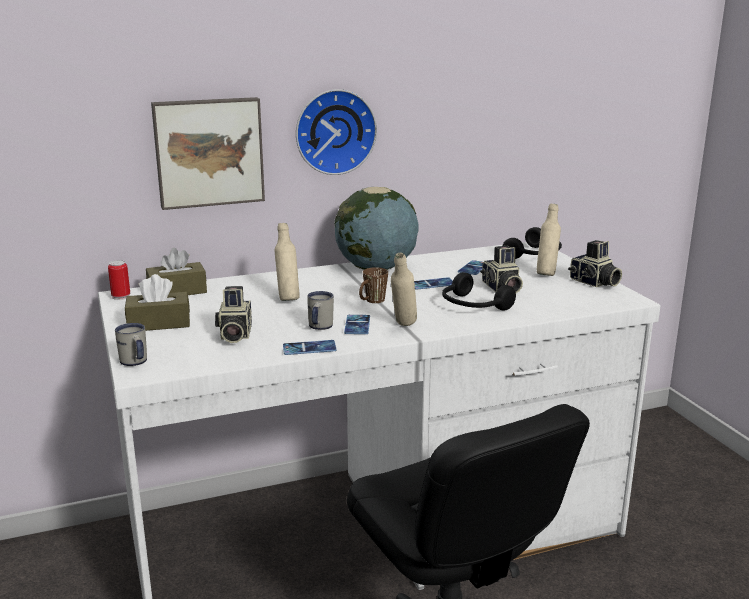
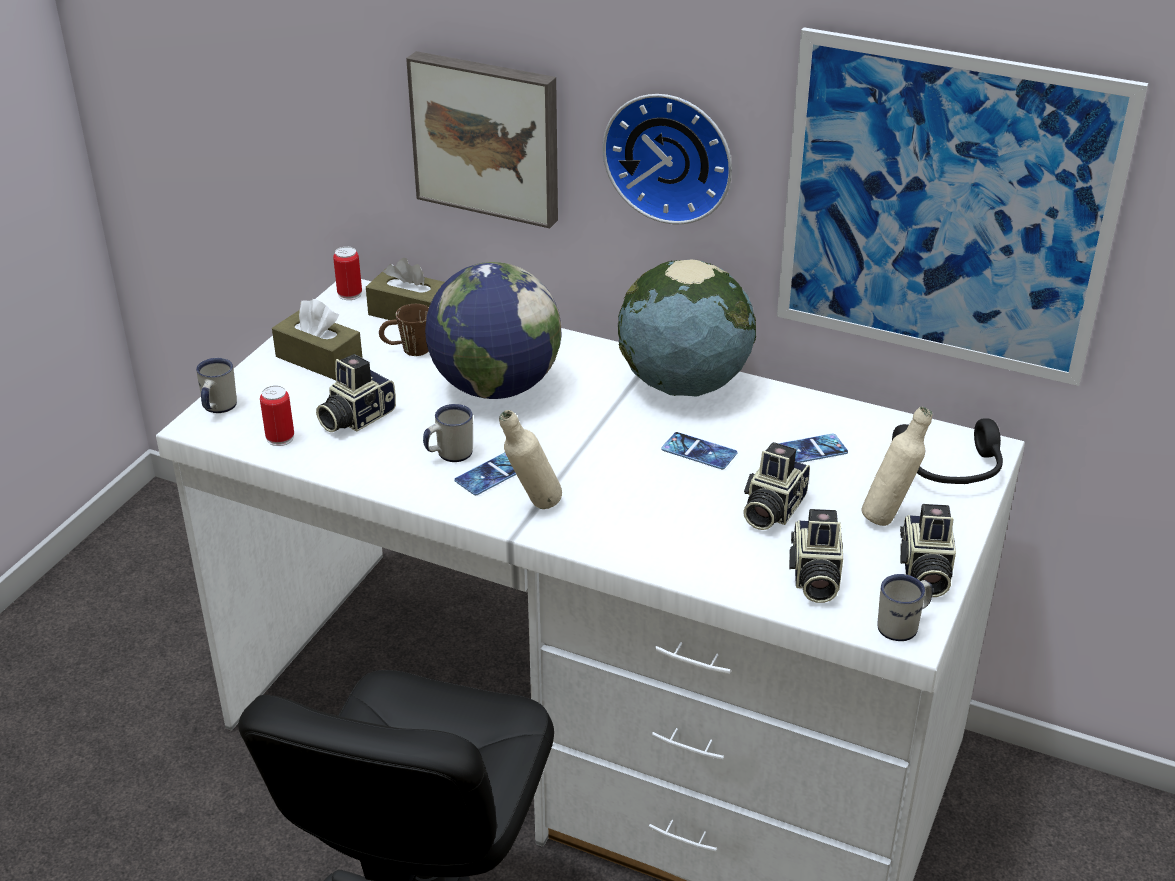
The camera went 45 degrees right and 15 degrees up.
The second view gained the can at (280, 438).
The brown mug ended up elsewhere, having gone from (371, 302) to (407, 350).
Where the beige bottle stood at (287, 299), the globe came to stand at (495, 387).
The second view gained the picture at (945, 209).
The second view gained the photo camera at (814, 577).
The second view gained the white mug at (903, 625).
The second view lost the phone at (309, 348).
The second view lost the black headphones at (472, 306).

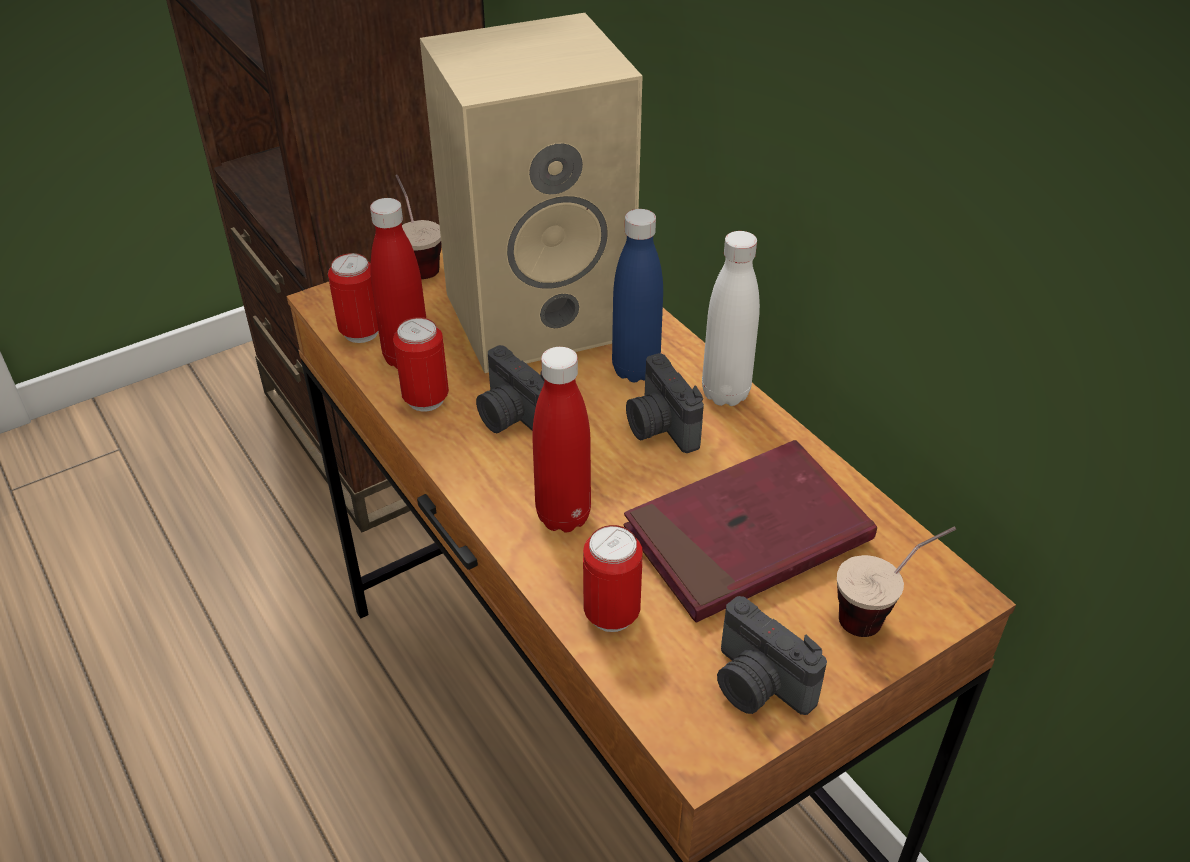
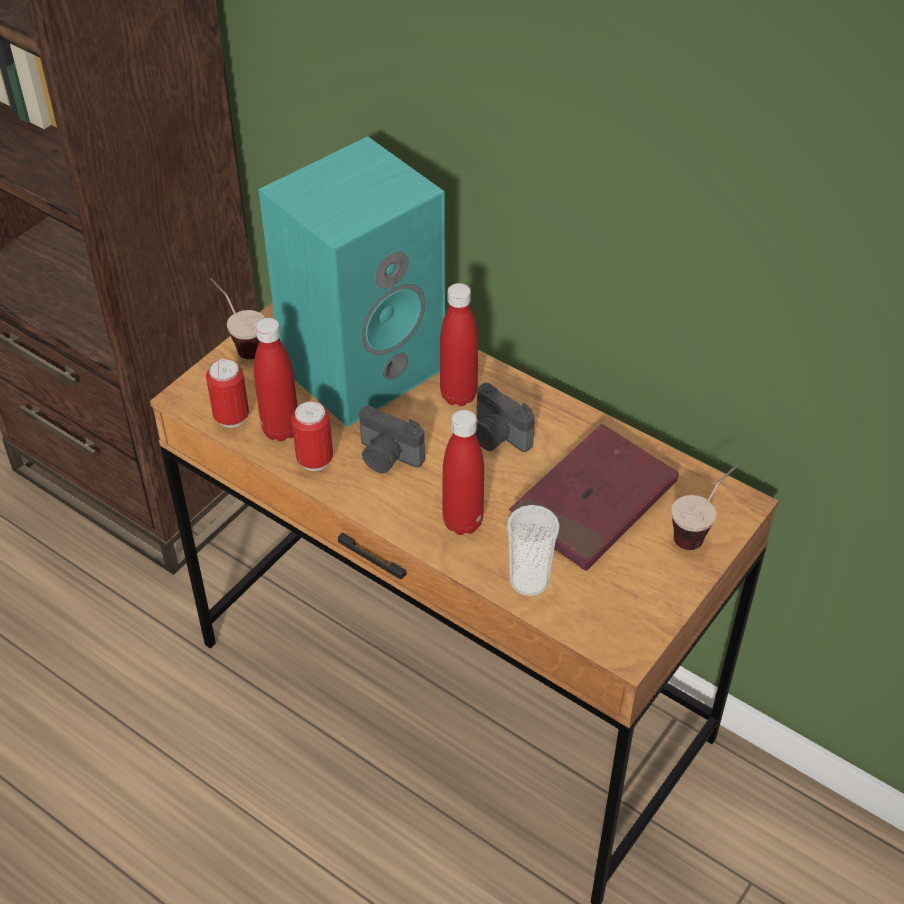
The camera went 20 degrees left and 5 degrees up.
What was the beige speaker at (541, 312) turned into the turquoise speaker at (363, 364).
What was the blue bottle at (635, 370) turned into the red bottle at (458, 395).
Where the can stood at (611, 614), the cup came to stand at (529, 581).
The second view lost the white bottle at (725, 393).
The second view lost the photo camera at (757, 685).

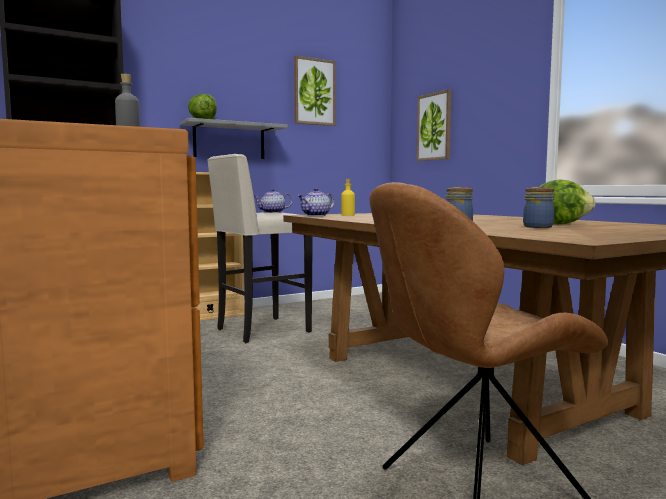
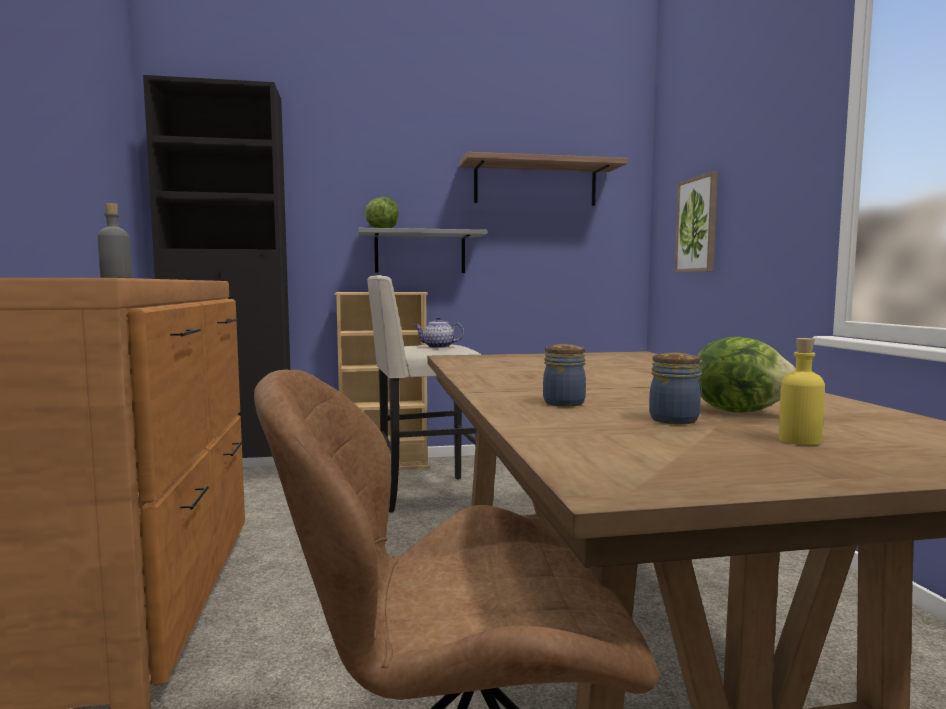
The camera went 20 degrees right and 0 degrees up.
Where the picture hung at (314, 92), the shelf came to hang at (535, 184).
The yellow bottle ended up elsewhere, having gone from (348, 215) to (799, 440).
The second view lost the teapot at (316, 215).

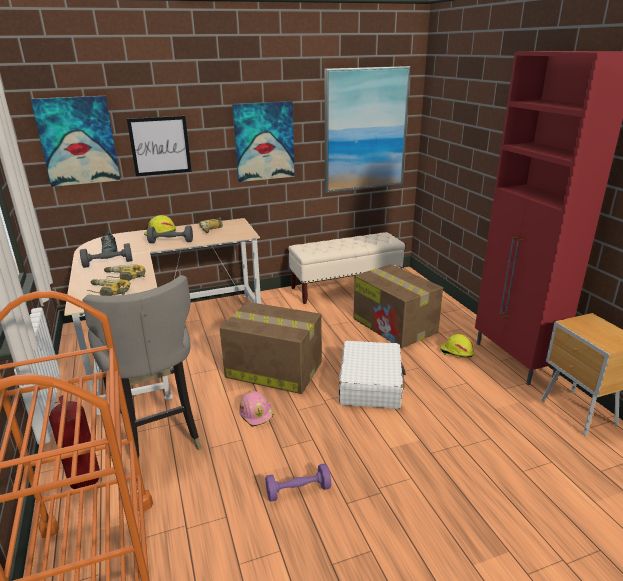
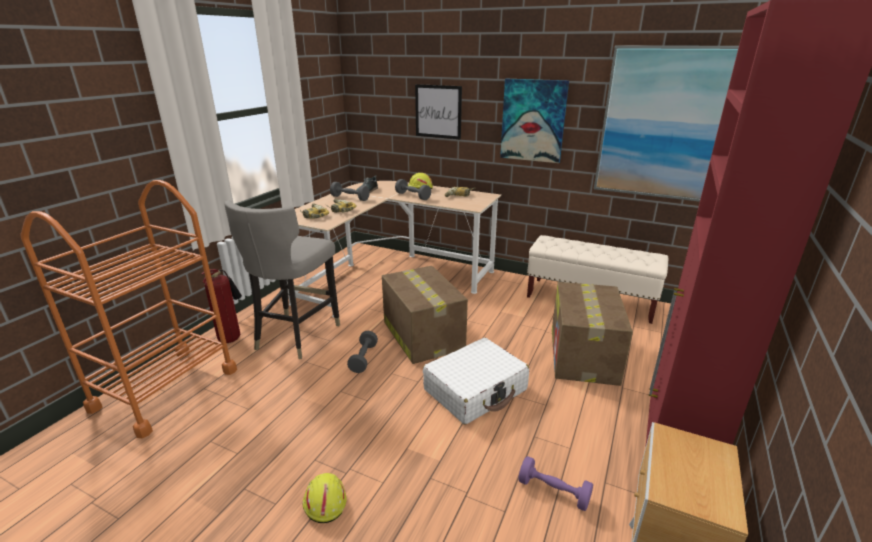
The camera went 45 degrees right and 0 degrees up.
The yellow hard hat ended up elsewhere, having gone from (456, 352) to (324, 501).
Where the pink hard hat stood at (257, 413), the grey dumbbell came to stand at (363, 358).
The purple dumbbell ended up elsewhere, having gone from (298, 491) to (553, 491).
The second view lost the picture at (78, 141).

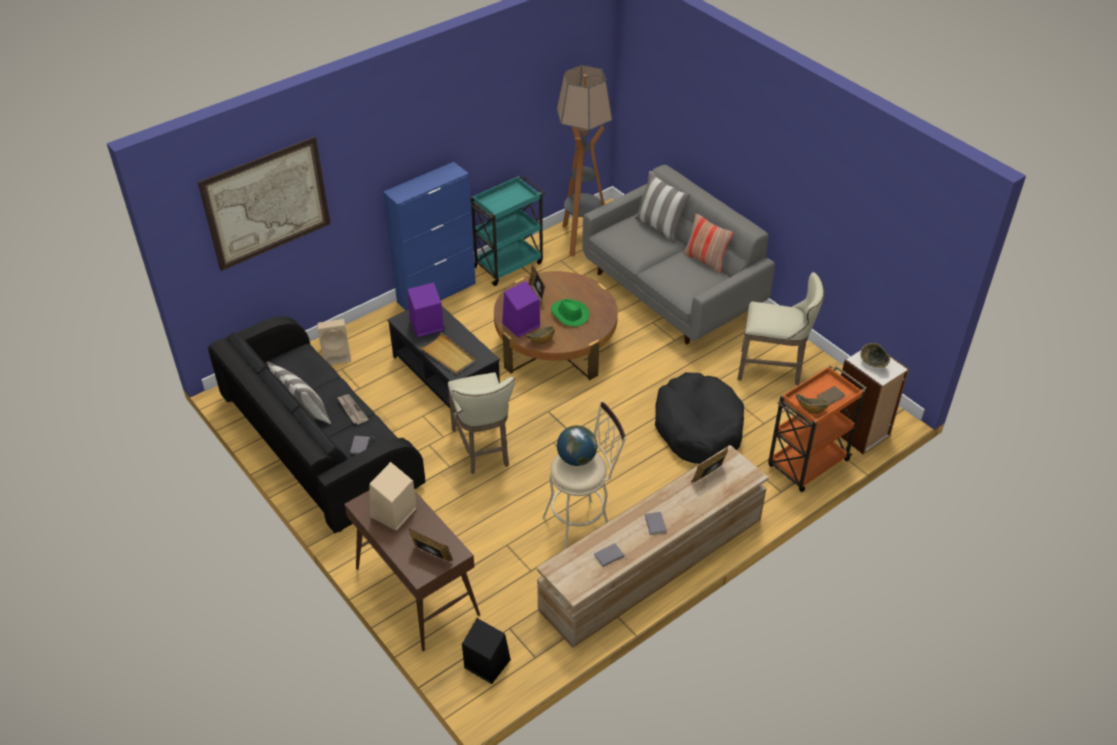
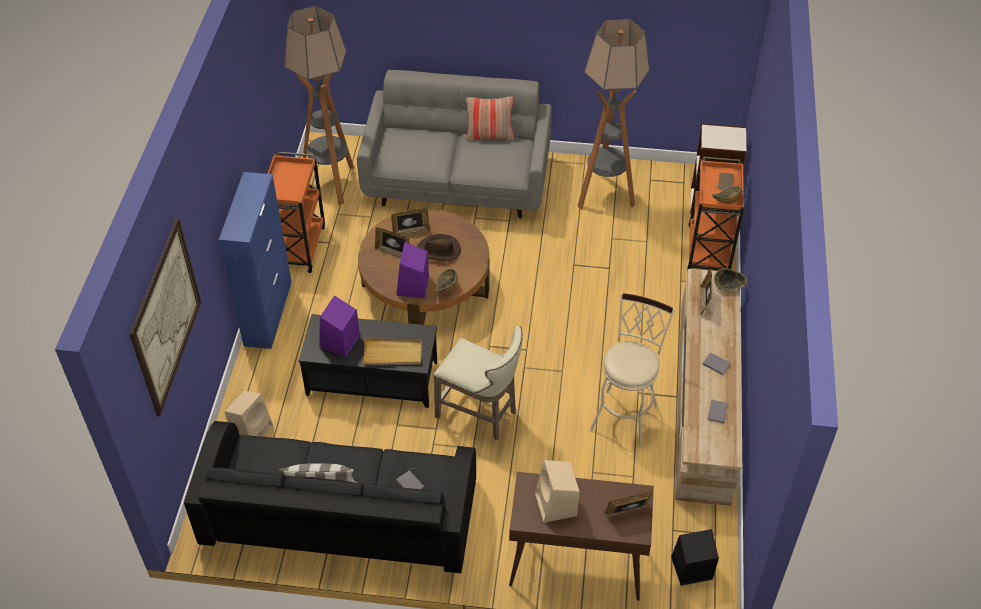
The camera went 45 degrees left and 5 degrees up.
What was the turquoise cart at (509, 264) turned into the orange cart at (298, 246).
The second view gained the picture frame at (411, 232).
What was the green hat at (569, 314) turned into the brown hat at (439, 251).
Where the beige stool stood at (773, 370), the floor lamp came to stand at (604, 195).
The bowl ended up elsewhere, having gone from (873, 364) to (727, 287).
The second view lost the newspaper at (352, 410).
The second view lost the globe at (576, 459).
The second view lost the pillow at (660, 227).
The second view lost the black dog bed at (698, 427).

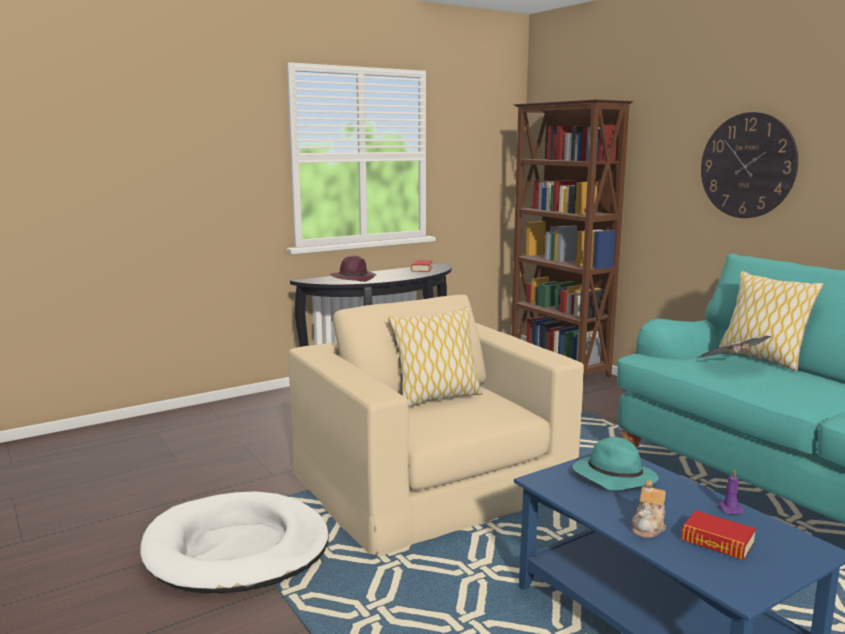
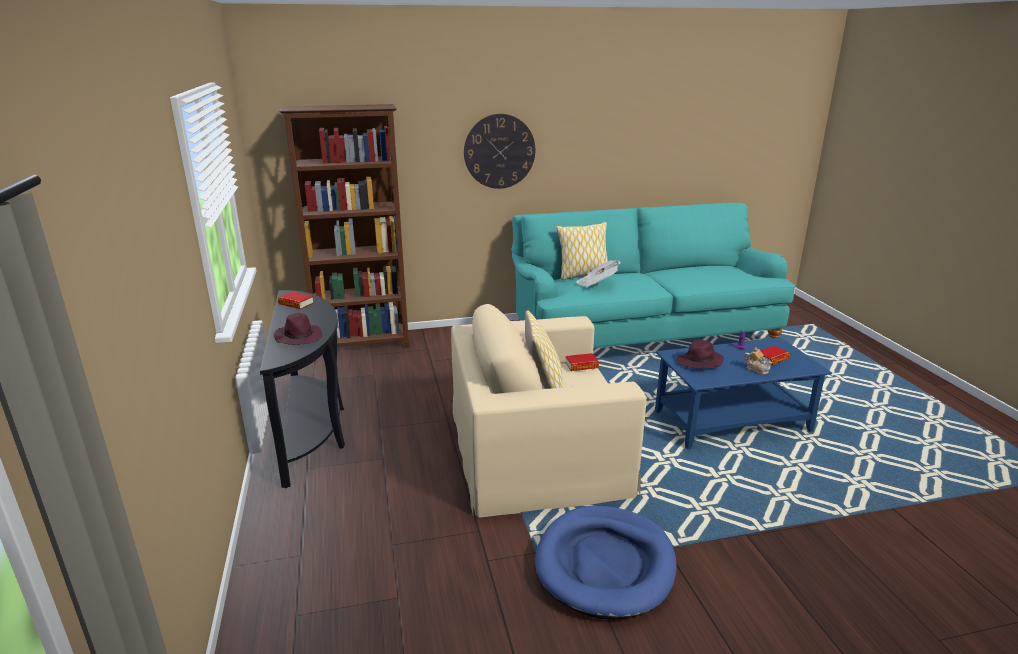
The camera went 70 degrees left and 10 degrees up.
What was the white dog bed at (237, 549) turned into the blue dog bed at (605, 564).
The second view gained the book at (581, 365).
What was the turquoise hat at (612, 477) turned into the purple hat at (699, 362).

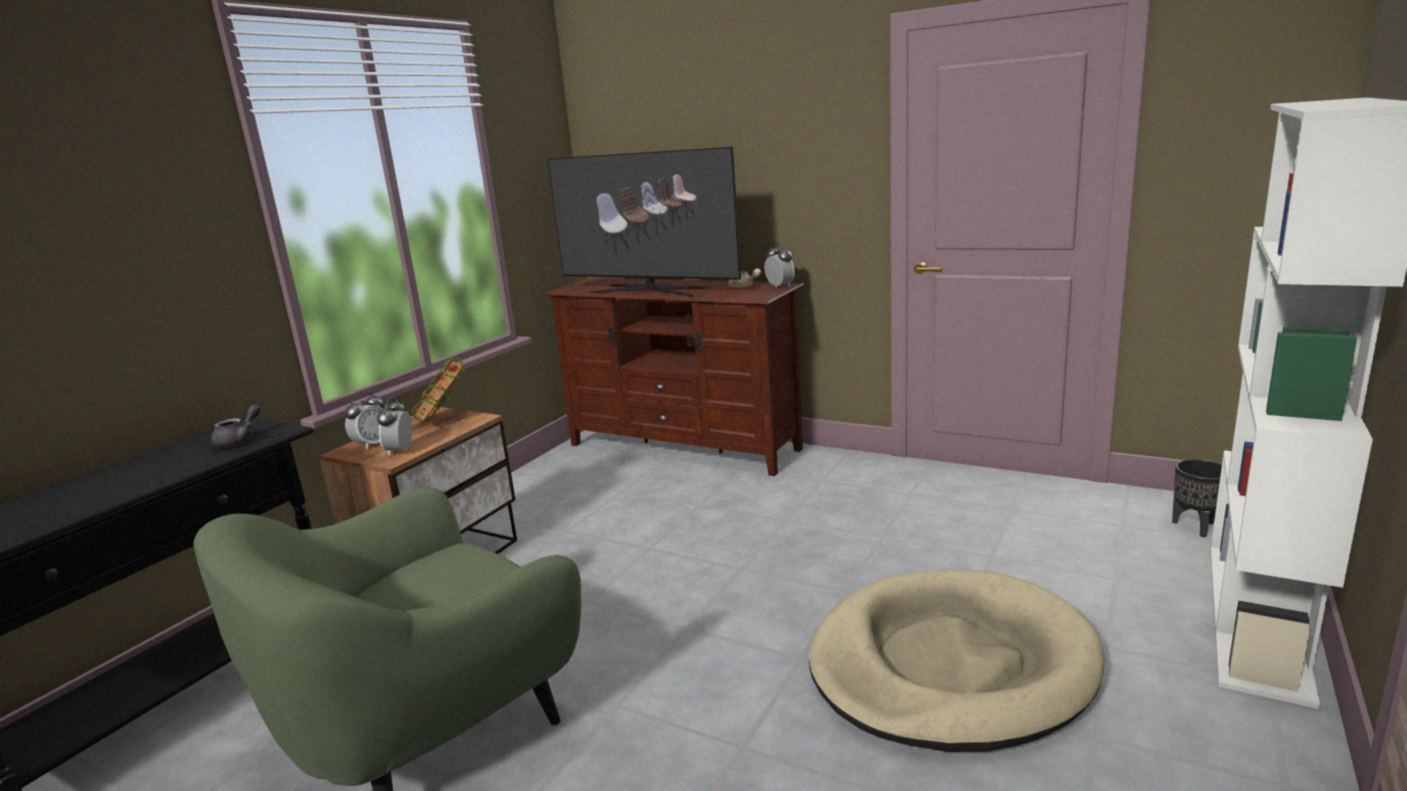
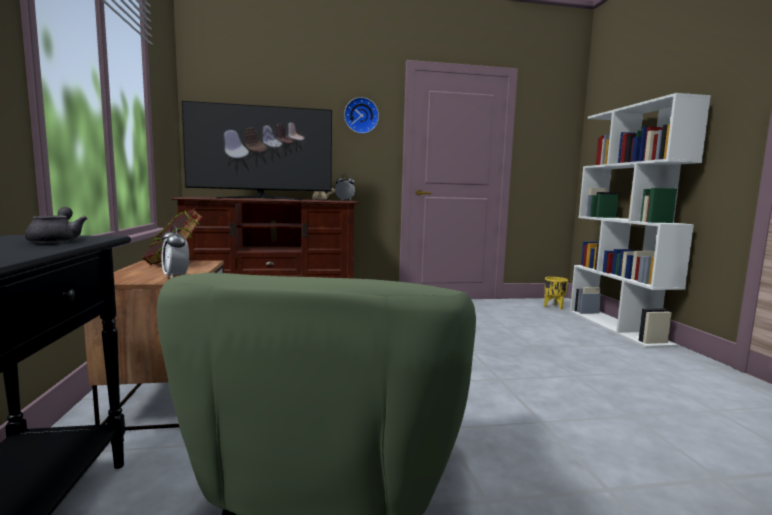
The camera went 40 degrees left and 10 degrees down.
The second view gained the wall clock at (361, 115).
What was the black planter at (1195, 526) turned into the yellow planter at (553, 307).
The second view lost the alarm clock at (372, 444).
The second view lost the beige dog bed at (950, 665).

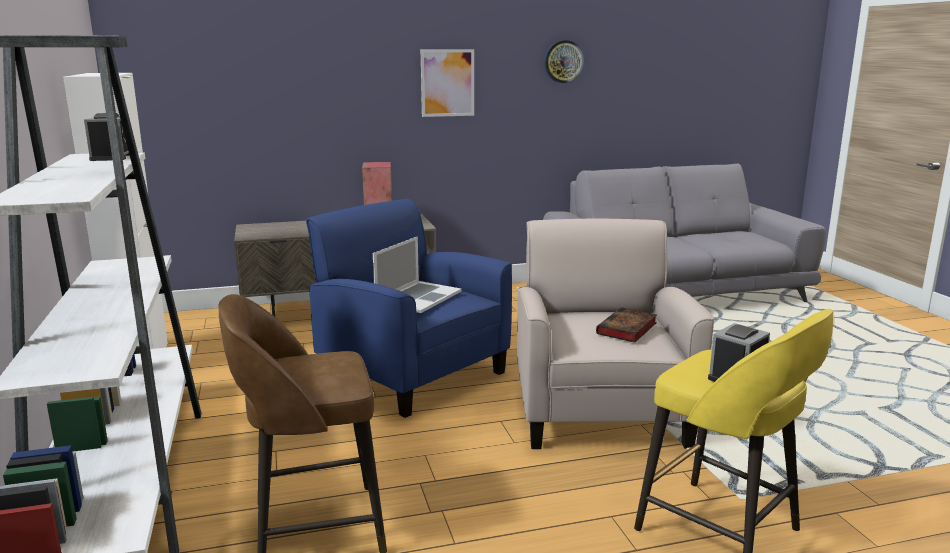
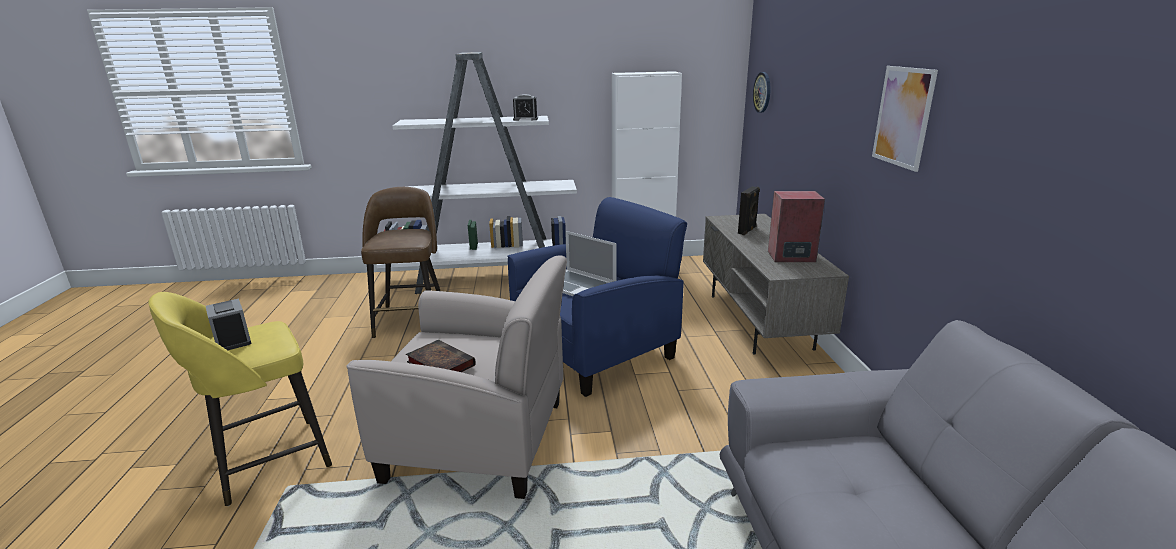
The camera went 100 degrees right and 5 degrees up.
The second view gained the black speaker at (747, 230).
The wall clock ended up elsewhere, having gone from (563, 61) to (762, 92).

